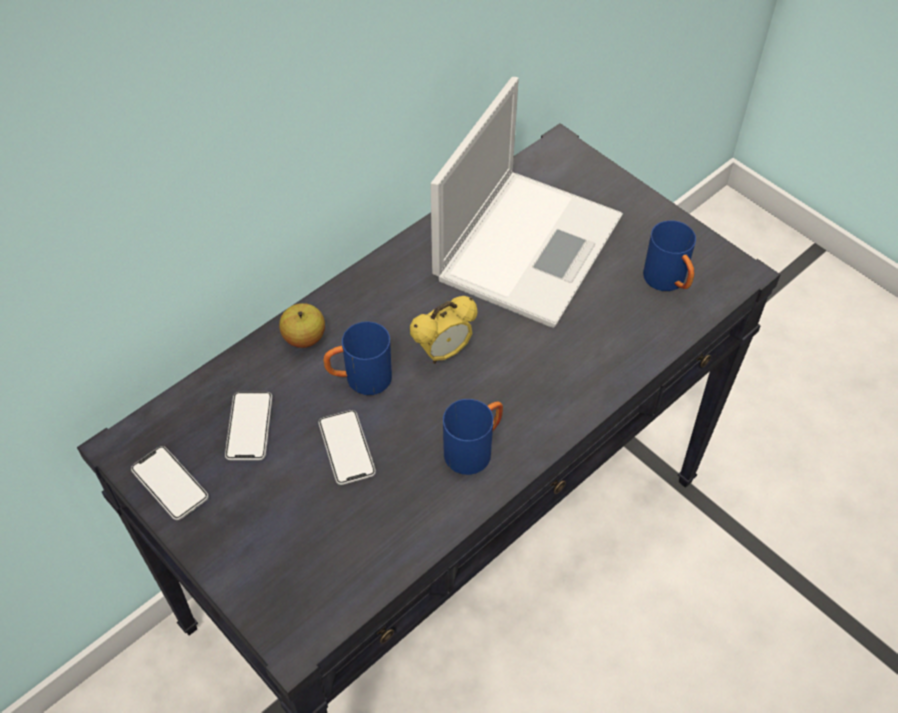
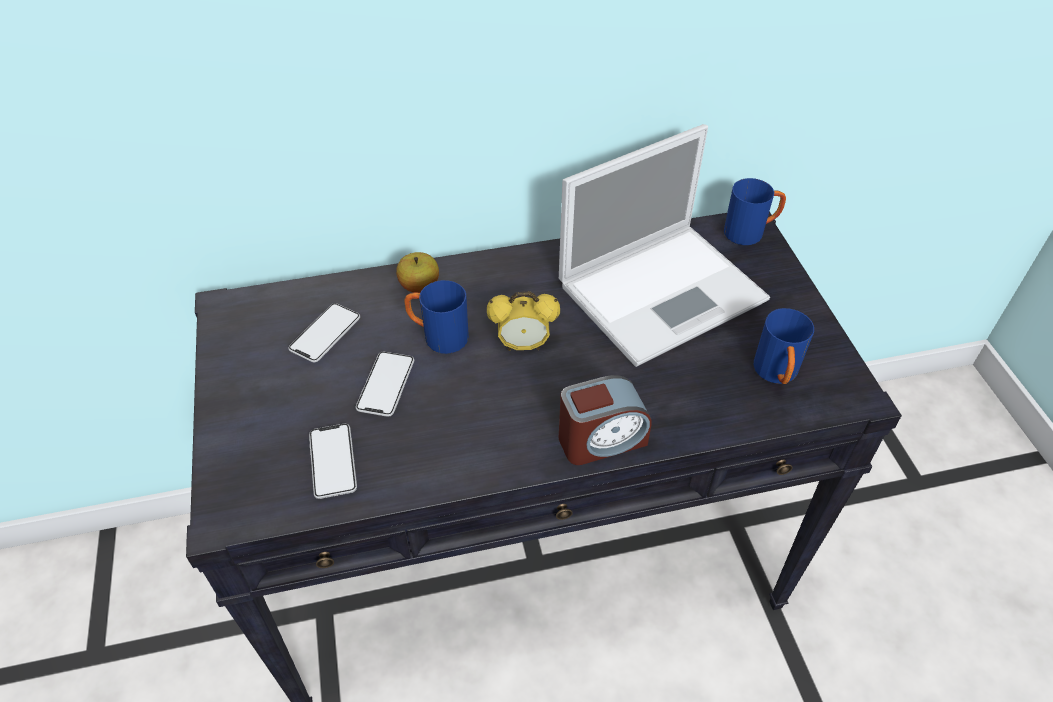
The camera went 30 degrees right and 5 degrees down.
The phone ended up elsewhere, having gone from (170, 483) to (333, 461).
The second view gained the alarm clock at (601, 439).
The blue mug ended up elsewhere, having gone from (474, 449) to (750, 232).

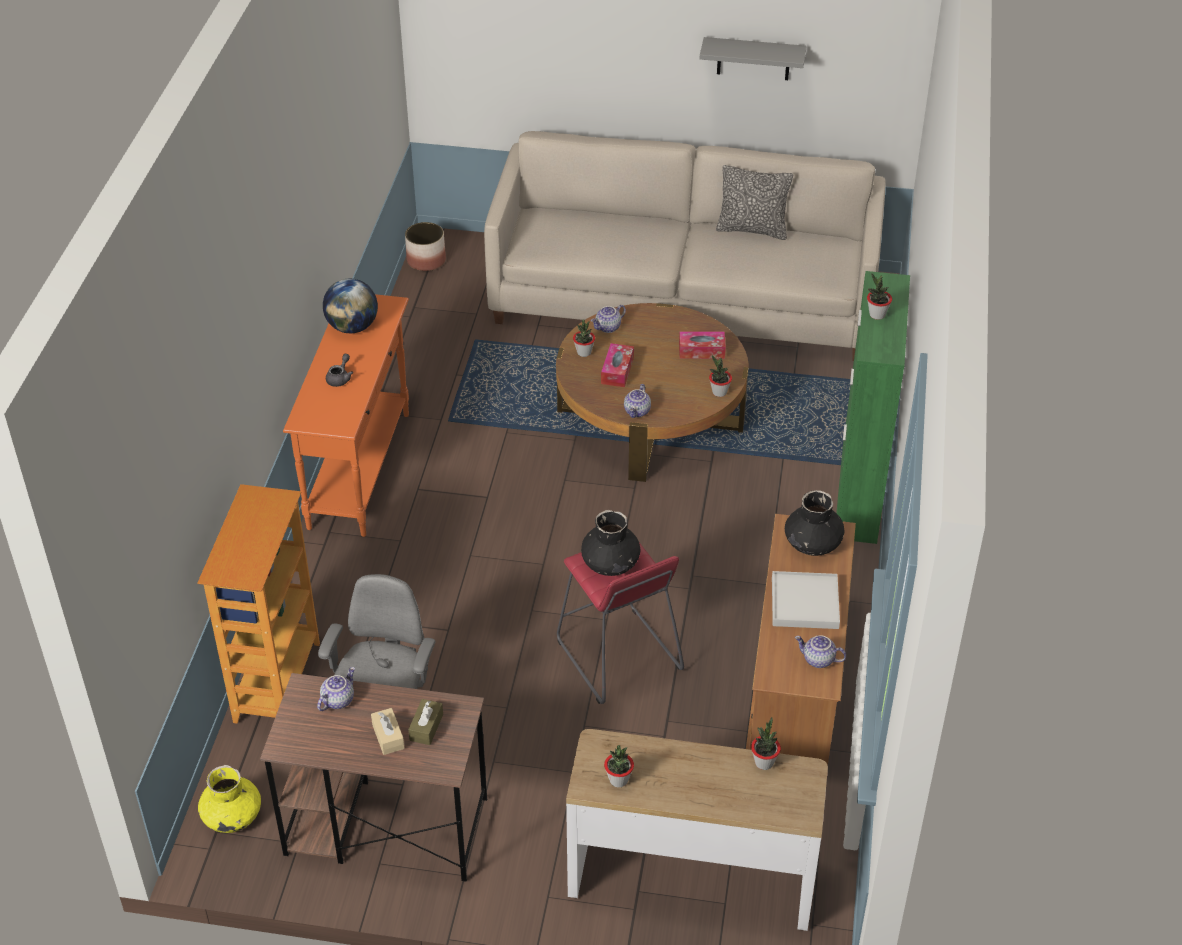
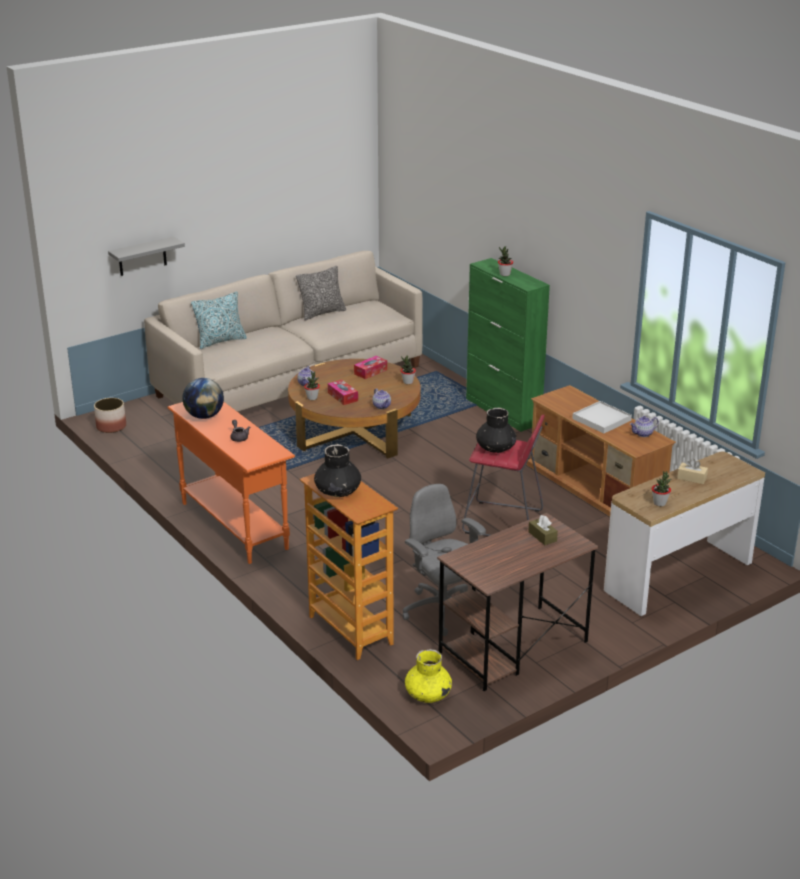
The camera went 45 degrees left and 15 degrees down.
The grey shelf ended up elsewhere, having gone from (753, 59) to (142, 256).
The second view gained the pillow at (220, 341).
The black vase ended up elsewhere, having gone from (812, 543) to (337, 491).
The beige tissue box ended up elsewhere, having gone from (388, 736) to (691, 478).
The second view lost the teapot at (337, 700).
The second view lost the potted plant at (764, 762).

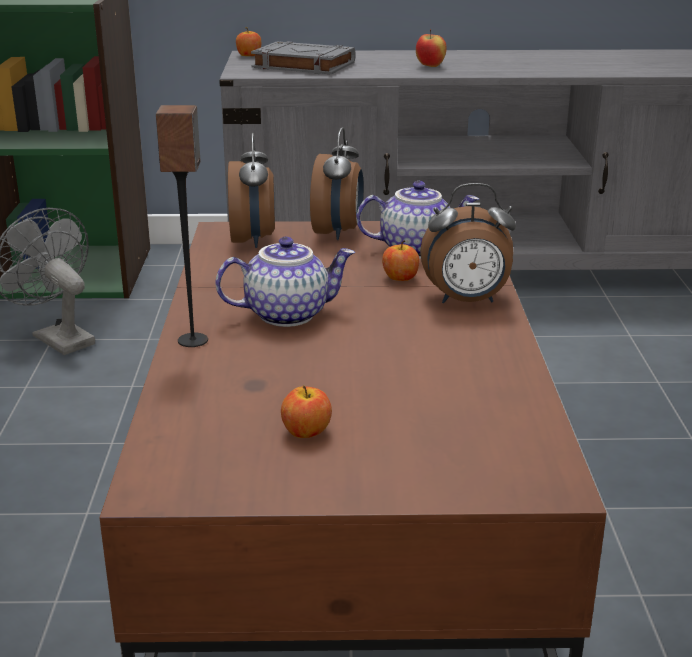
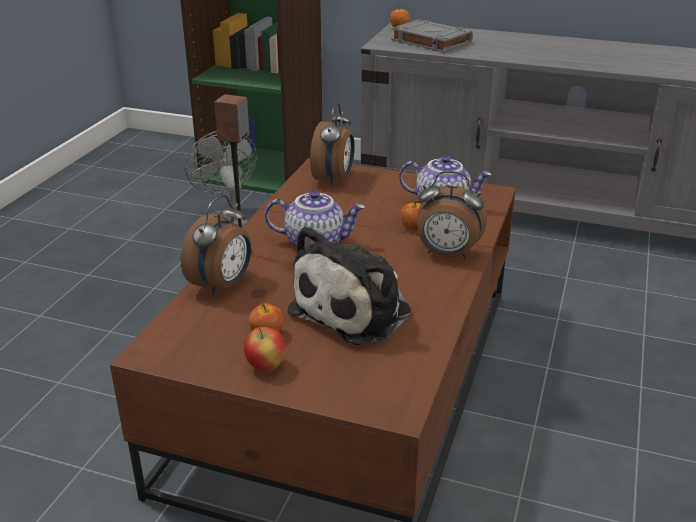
The camera went 20 degrees right and 5 degrees up.
The alarm clock ended up elsewhere, having gone from (338, 232) to (223, 285).
The apple ended up elsewhere, having gone from (430, 66) to (266, 366).
The second view gained the plush toy at (356, 309).

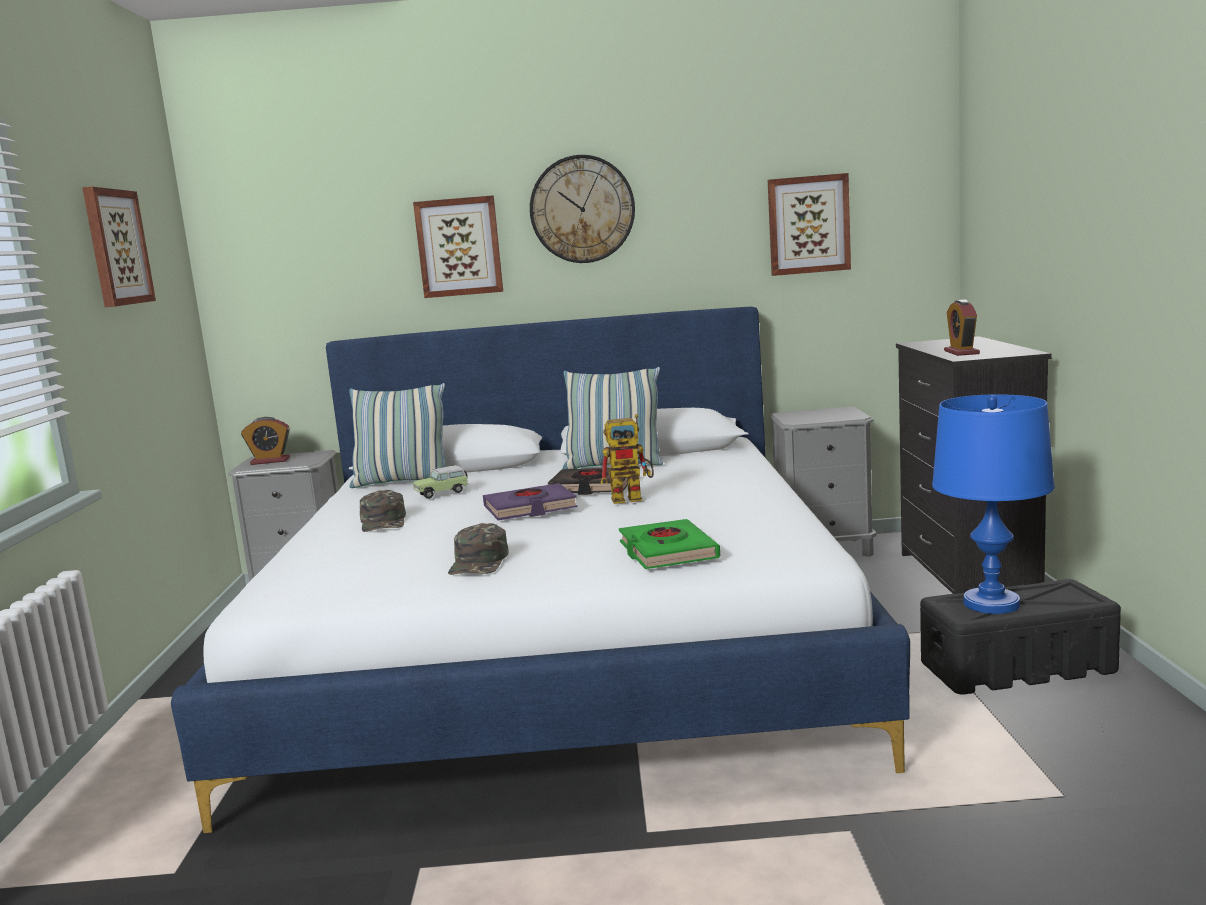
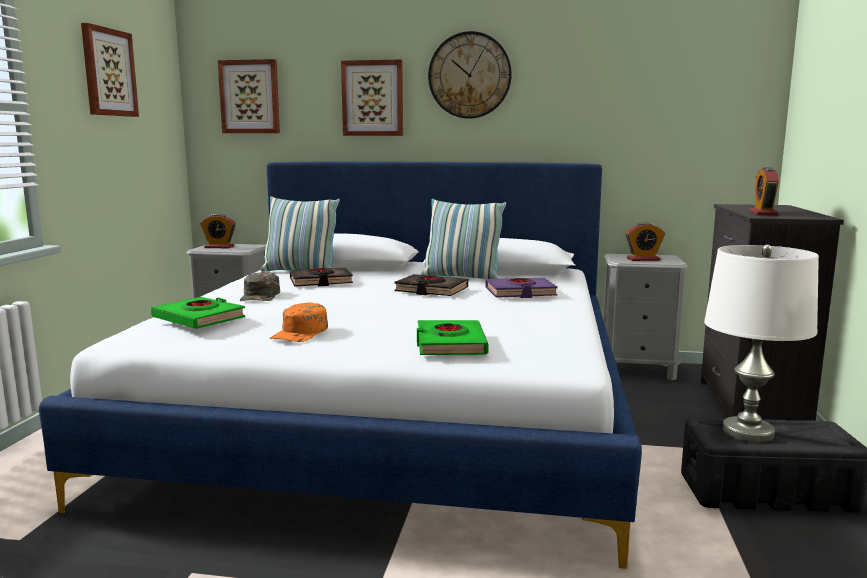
The camera went 10 degrees right and 0 degrees up.
The second view gained the green book at (199, 319).
The picture ended up elsewhere, having gone from (808, 225) to (250, 97).
What was the green cap at (479, 562) turned into the orange cap at (300, 333).
Where the toy car stood at (443, 493), the black book came to stand at (320, 282).
The purple book ended up elsewhere, having gone from (530, 508) to (520, 293).
The second view gained the alarm clock at (643, 259).
What was the blue table lamp at (991, 603) turned into the white table lamp at (747, 431).
The second view lost the toy robot at (633, 498).

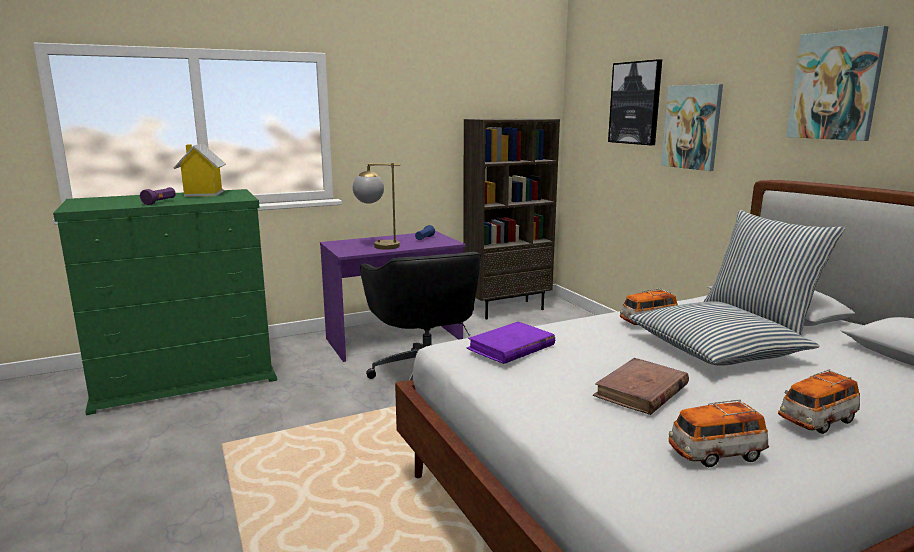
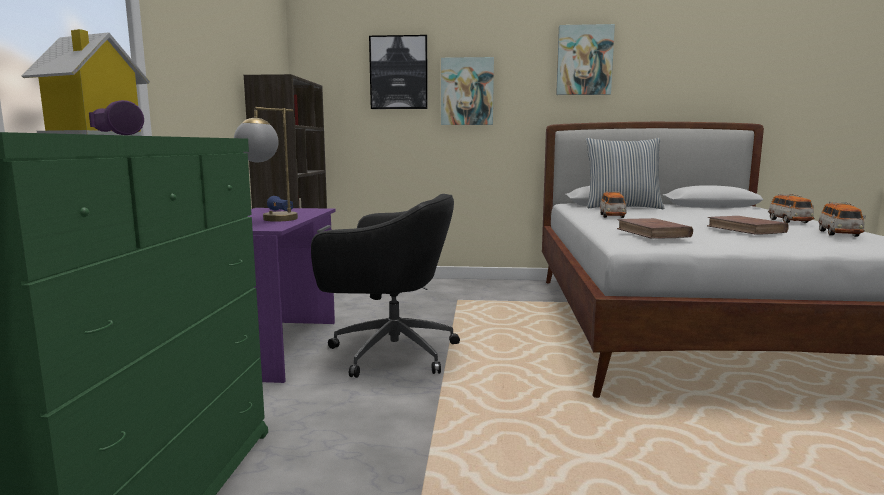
The camera went 60 degrees left and 5 degrees down.
What was the purple book at (511, 347) turned into the brown book at (653, 233).
The second view lost the pillow at (715, 349).

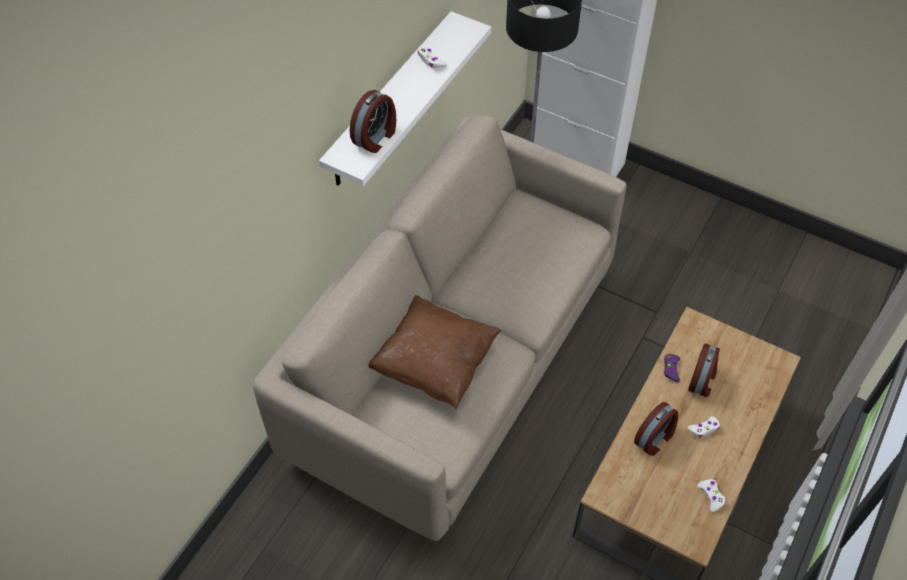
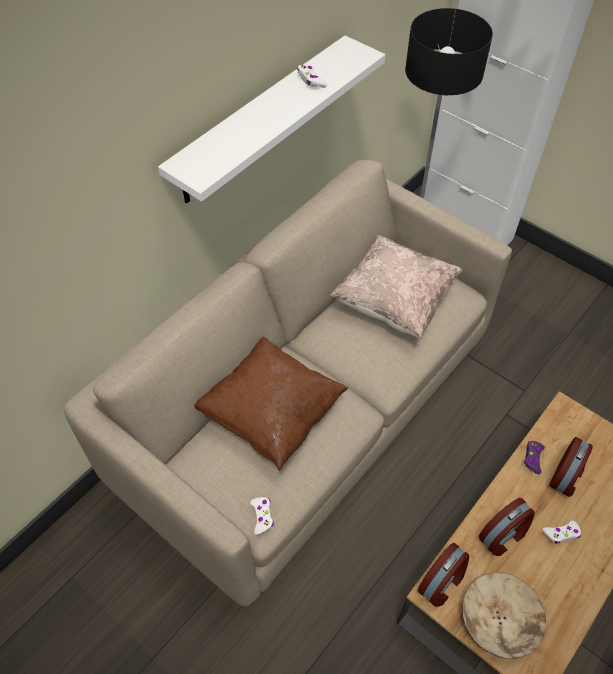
The camera went 10 degrees right and 0 degrees up.
The white game controller ended up elsewhere, having gone from (711, 496) to (262, 516).
The second view gained the beige pillow at (394, 301).
The alarm clock ended up elsewhere, having gone from (376, 138) to (442, 583).
The second view gained the beige bowl at (499, 620).

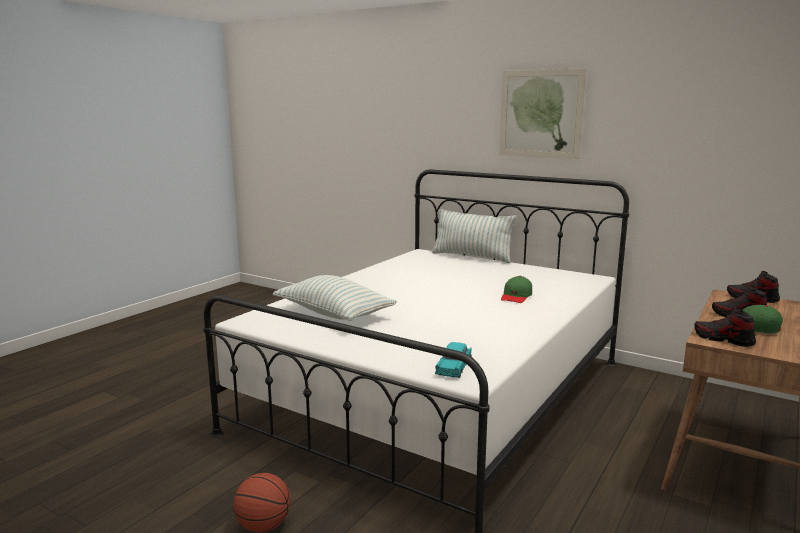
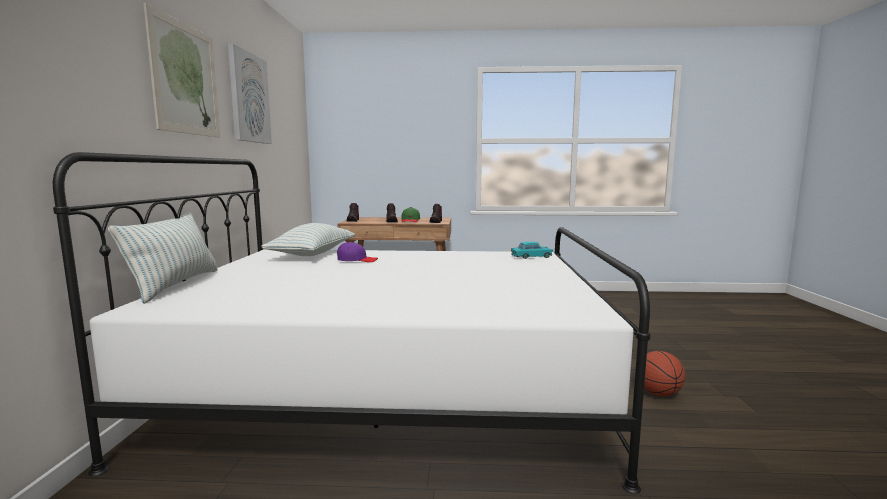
The camera went 120 degrees left and 5 degrees down.
The second view gained the picture at (249, 98).
The pillow ended up elsewhere, having gone from (334, 314) to (313, 254).
What was the green cap at (516, 296) turned into the purple cap at (357, 260).

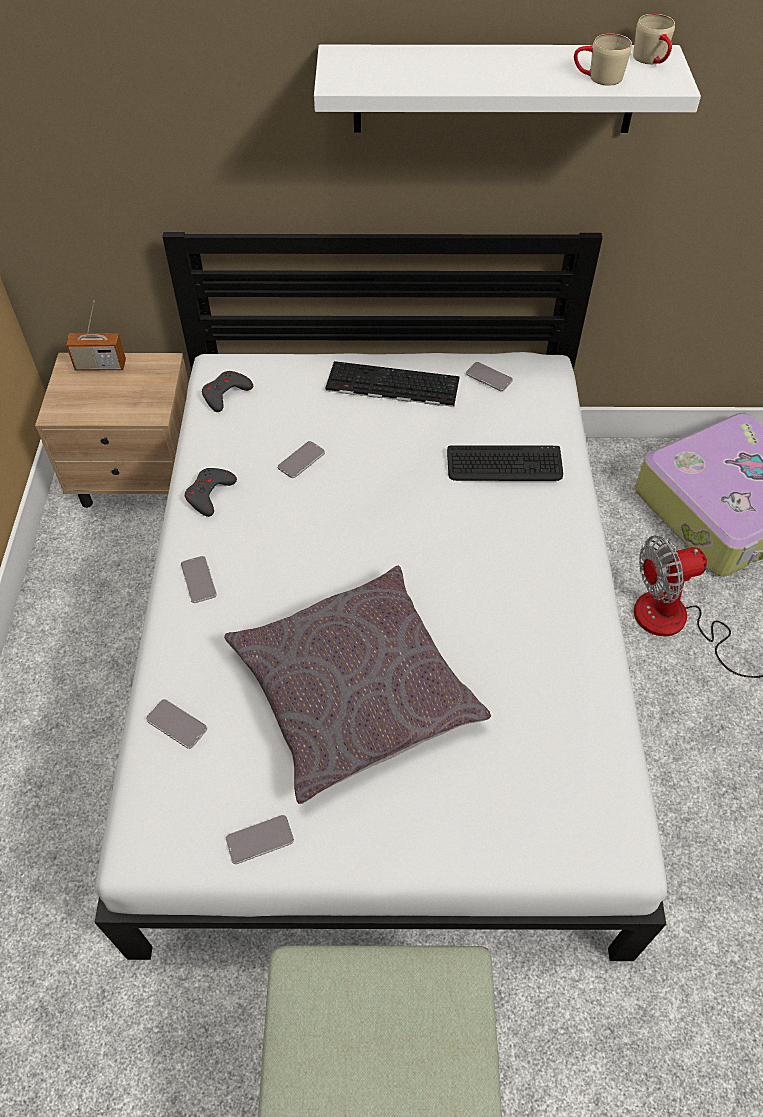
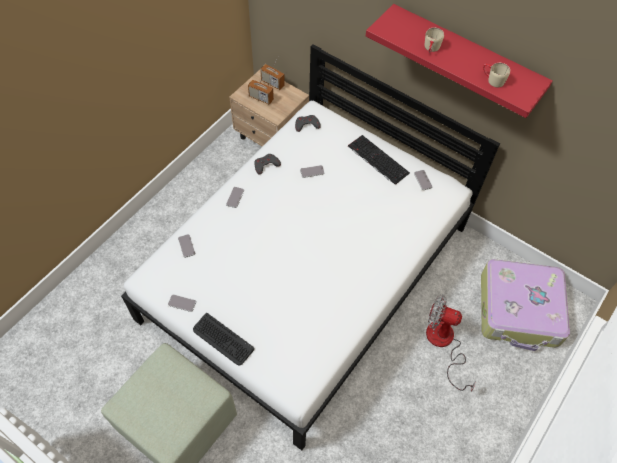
The camera went 35 degrees right and 5 degrees up.
The keyboard ended up elsewhere, having gone from (504, 465) to (222, 339).
The second view gained the radio at (261, 98).
What was the white shelf at (494, 89) turned into the red shelf at (464, 57).
The beige mug ended up elsewhere, having gone from (653, 61) to (431, 49).
The second view lost the grey pillow at (354, 690).

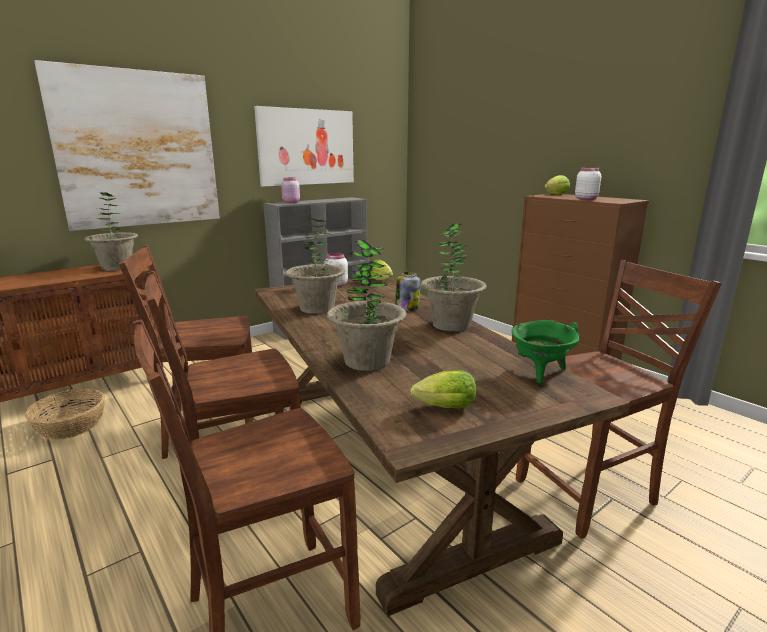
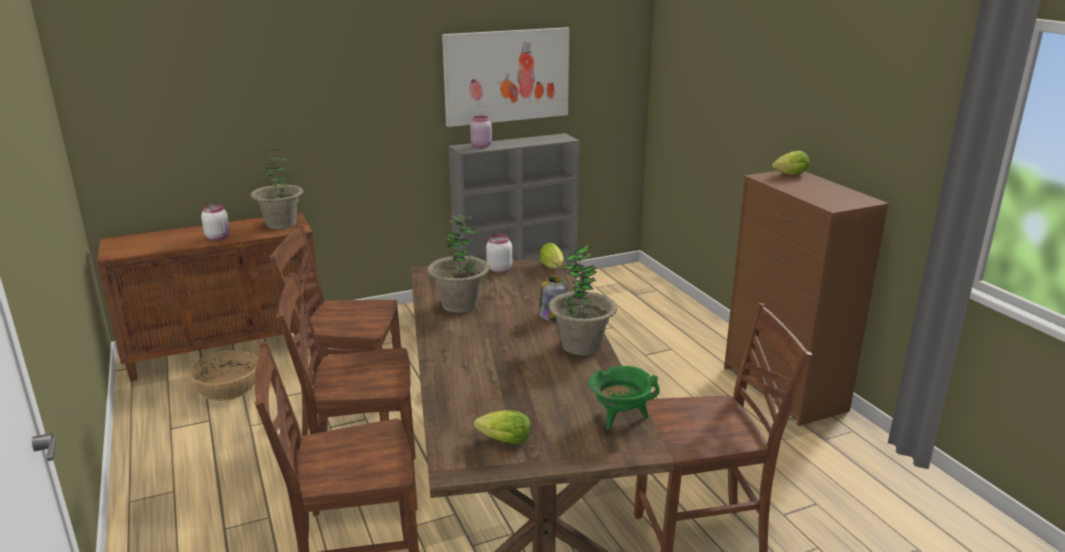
The camera went 15 degrees right and 5 degrees up.
The white jar ended up elsewhere, having gone from (586, 199) to (218, 237).
The second view lost the picture at (138, 150).
The second view lost the potted plant at (367, 361).

